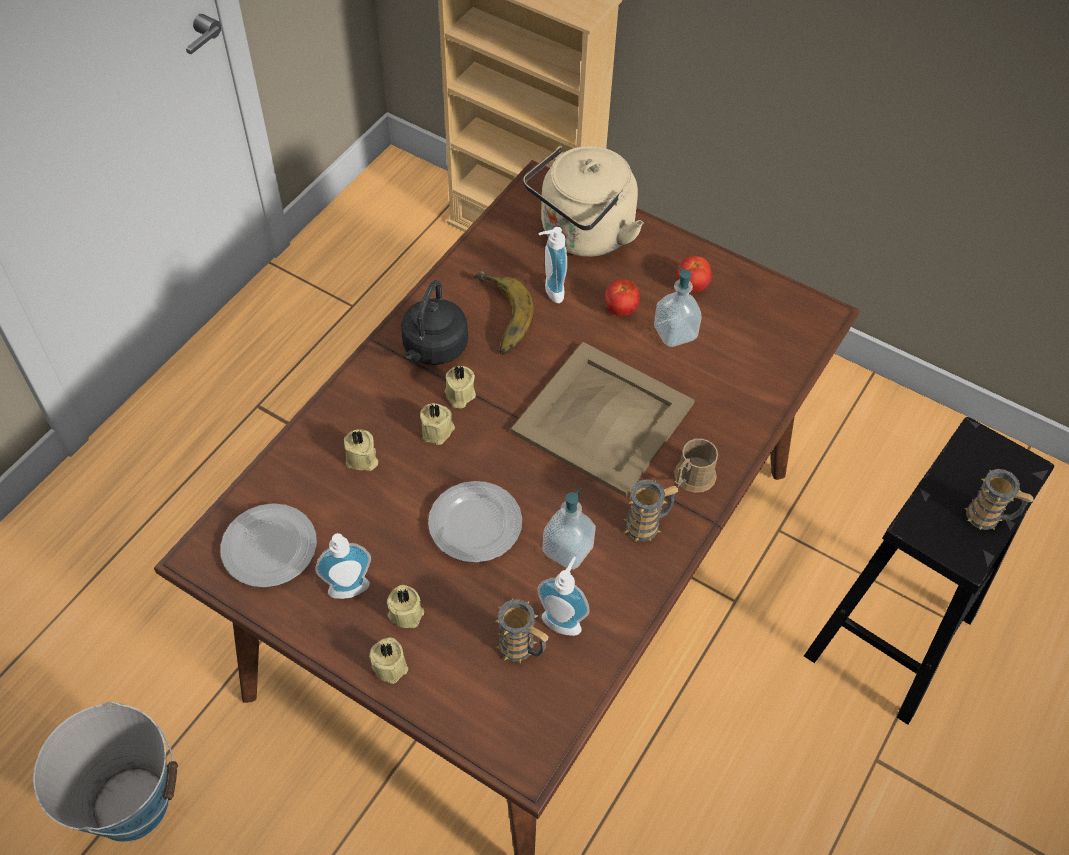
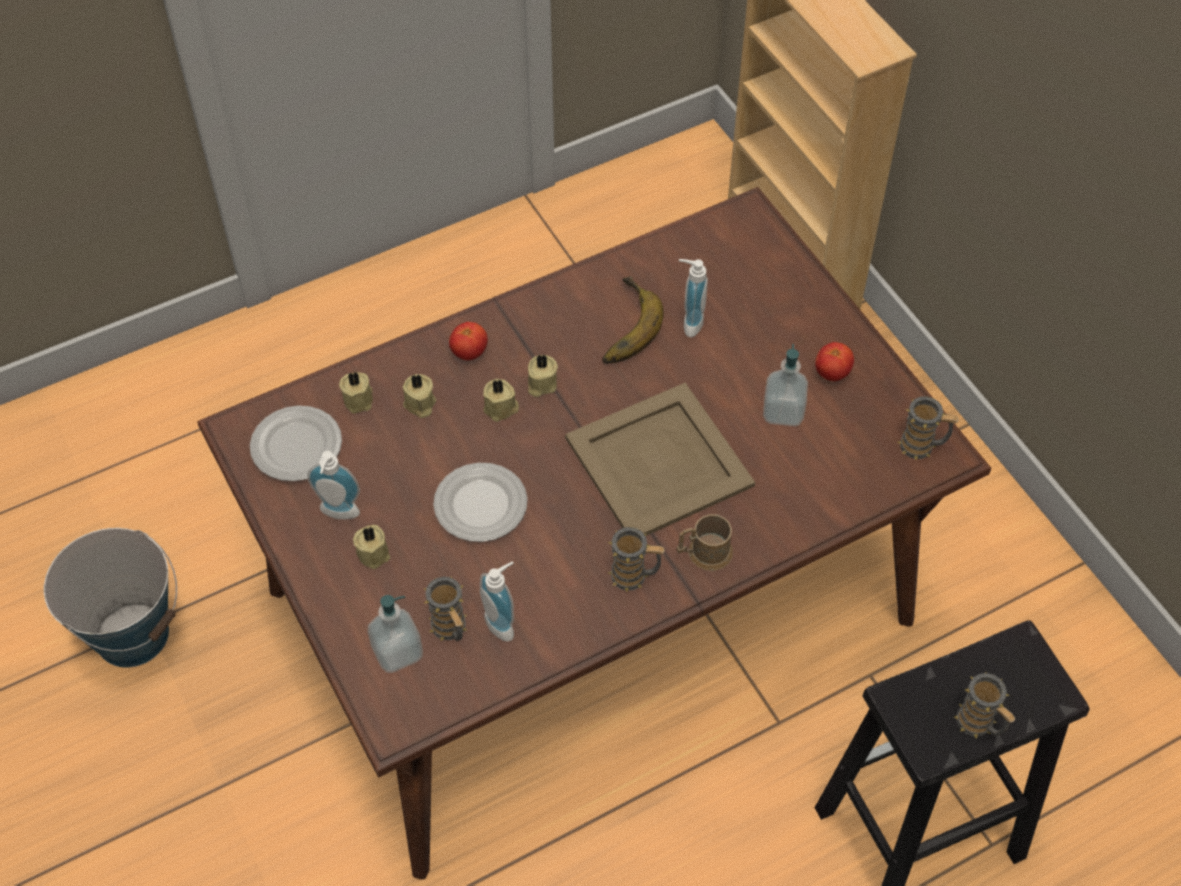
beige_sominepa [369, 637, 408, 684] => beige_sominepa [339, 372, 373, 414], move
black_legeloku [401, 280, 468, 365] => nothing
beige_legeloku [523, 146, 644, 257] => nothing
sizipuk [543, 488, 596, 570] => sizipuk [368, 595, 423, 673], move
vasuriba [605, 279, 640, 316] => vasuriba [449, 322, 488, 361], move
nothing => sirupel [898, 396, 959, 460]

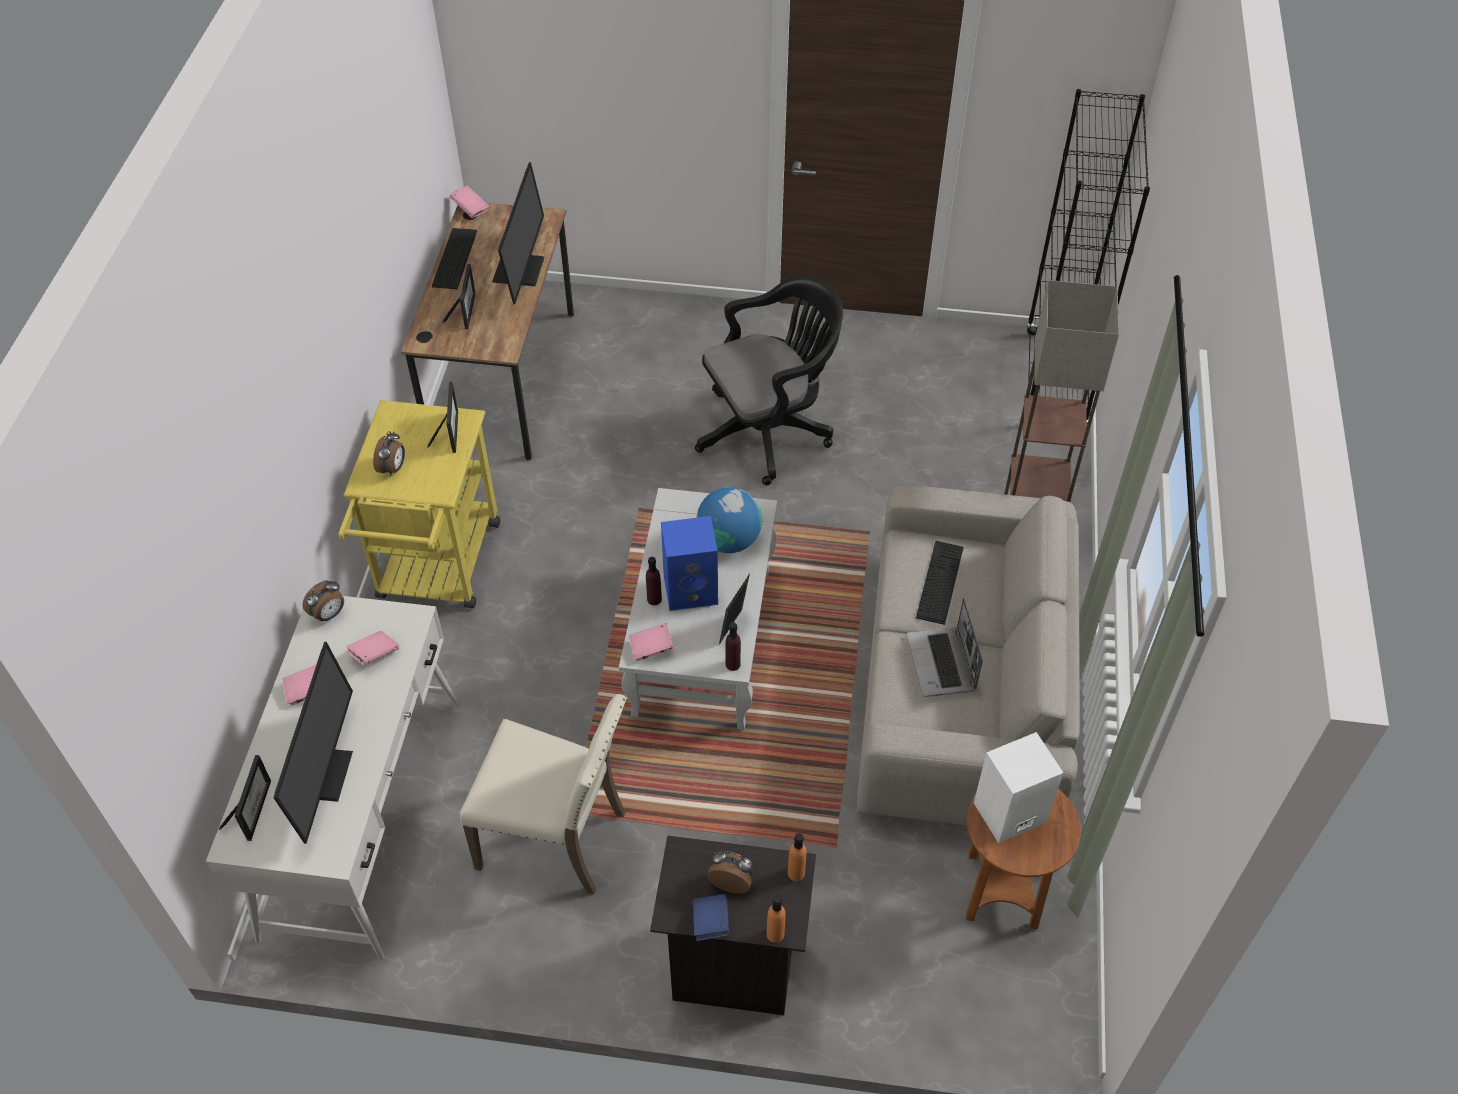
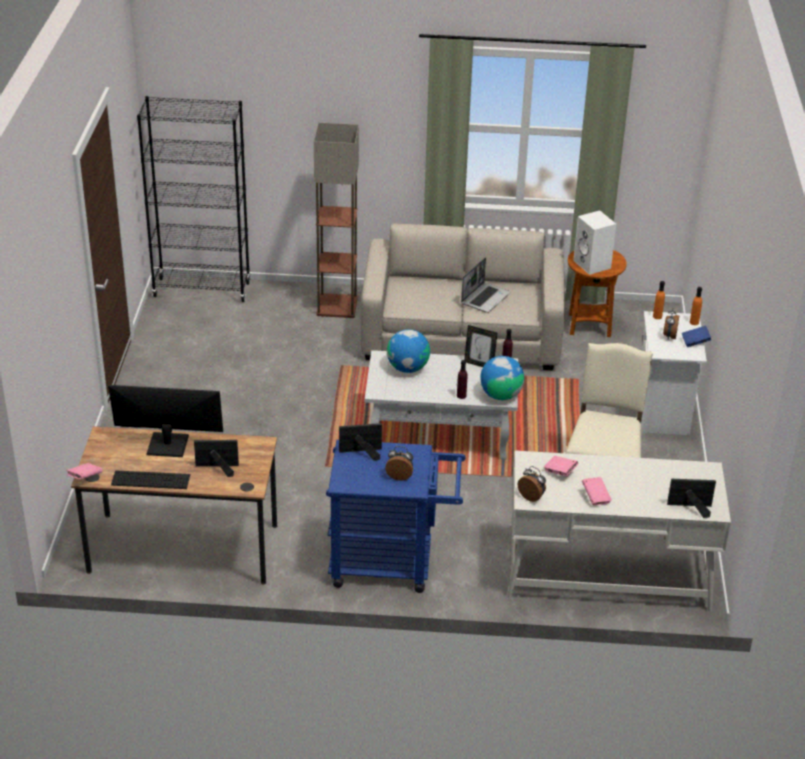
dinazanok [274, 642, 353, 844] => nothing
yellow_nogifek [339, 400, 500, 609] => blue_nogifek [326, 440, 465, 593]
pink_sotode [629, 623, 673, 661] => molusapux [480, 356, 524, 400]
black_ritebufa [650, 836, 816, 1015] => white_ritebufa [641, 311, 707, 436]
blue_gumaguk [661, 516, 718, 611] => nothing
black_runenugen [695, 276, 843, 486] => nothing
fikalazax [907, 598, 983, 697] => fikalazax [461, 257, 510, 313], 45 degrees counterclockwise
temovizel [916, 541, 964, 625] => nothing

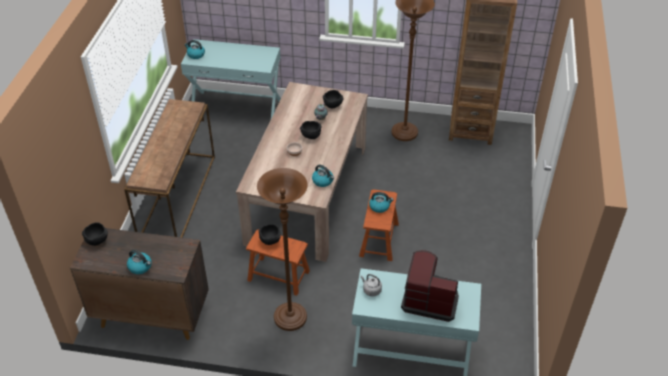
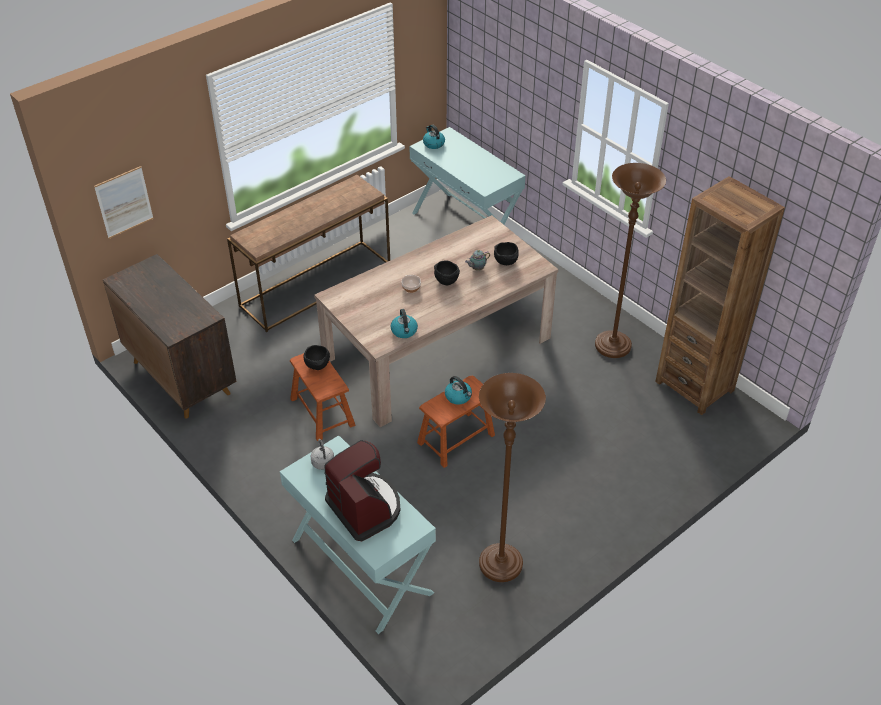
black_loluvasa [82, 222, 108, 246] => nothing
legeloku [127, 250, 152, 274] => nothing
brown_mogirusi [257, 168, 308, 331] => brown_mogirusi [479, 373, 546, 582], move
nothing => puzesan [94, 166, 154, 239]

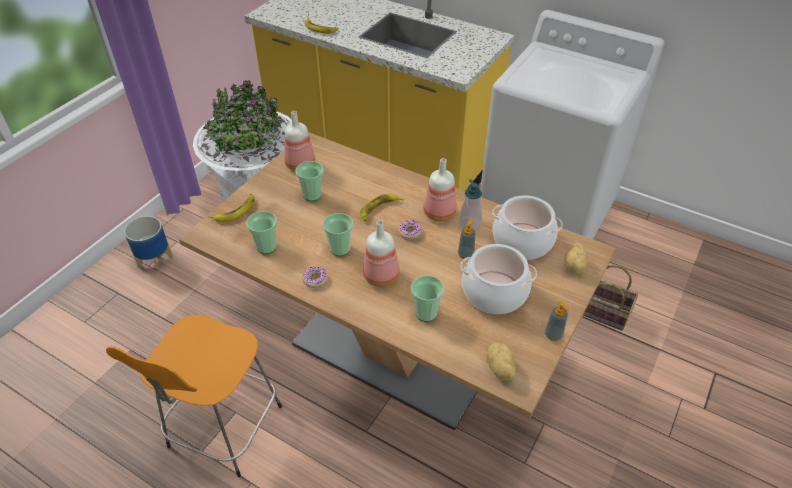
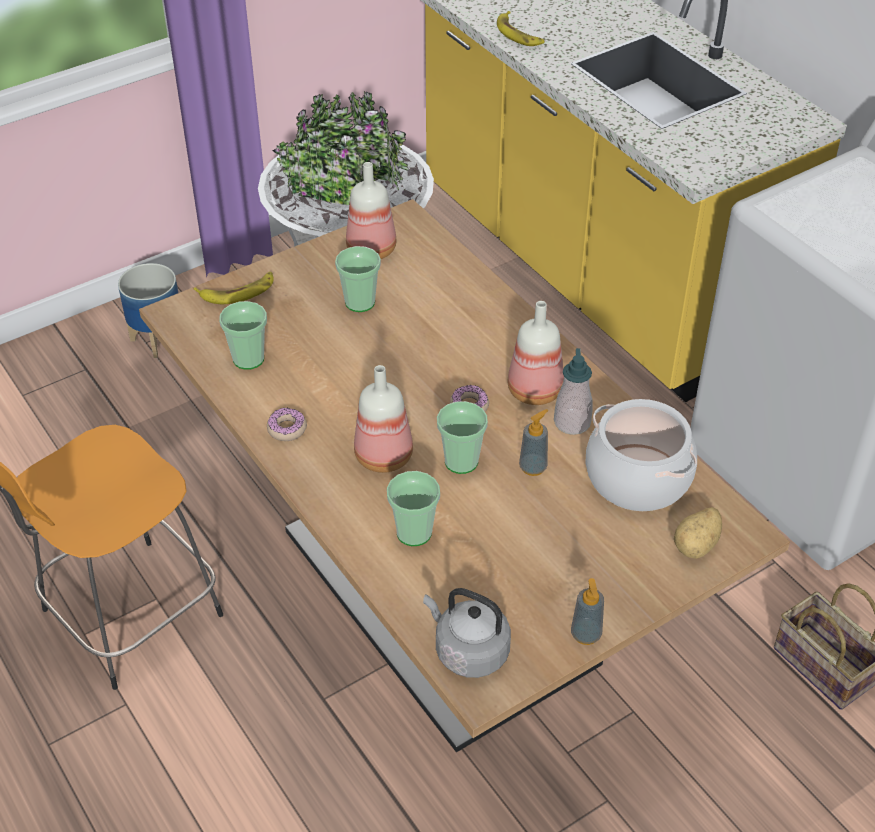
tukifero [323, 213, 353, 256] => tukifero [437, 401, 488, 474], move
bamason [360, 194, 404, 222] => nothing
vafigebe [460, 244, 537, 314] => nothing
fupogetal [486, 342, 515, 380] => grey_legeloku [423, 588, 511, 678]

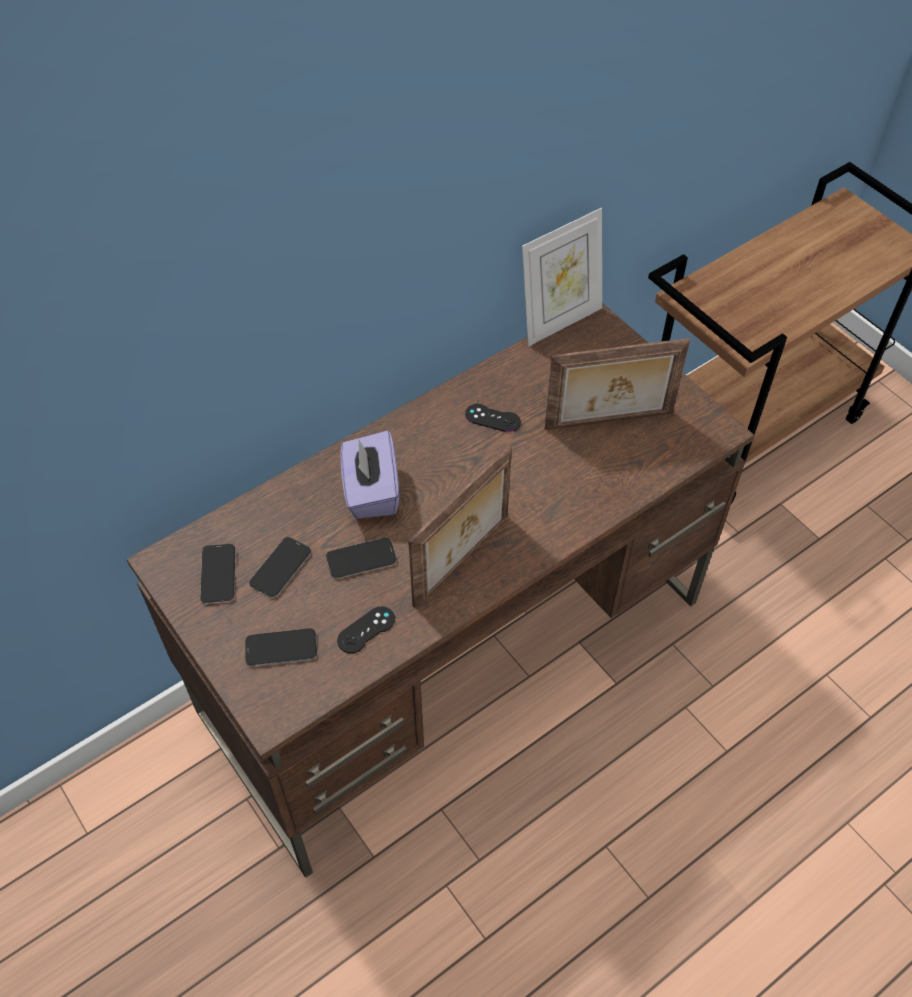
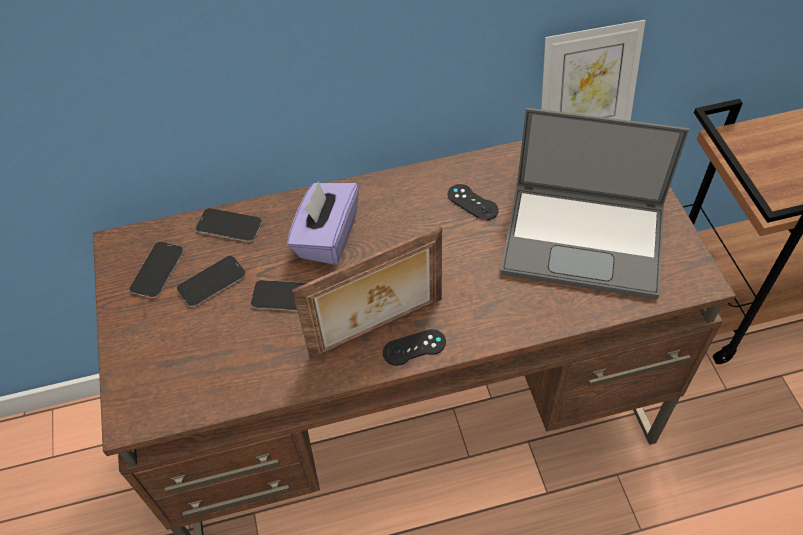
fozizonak [245, 628, 317, 667] => fozizonak [196, 208, 262, 242], move
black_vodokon [337, 606, 395, 653] => black_vodokon [383, 329, 446, 366], move
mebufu [544, 338, 690, 430] => fikalazax [500, 108, 689, 299]

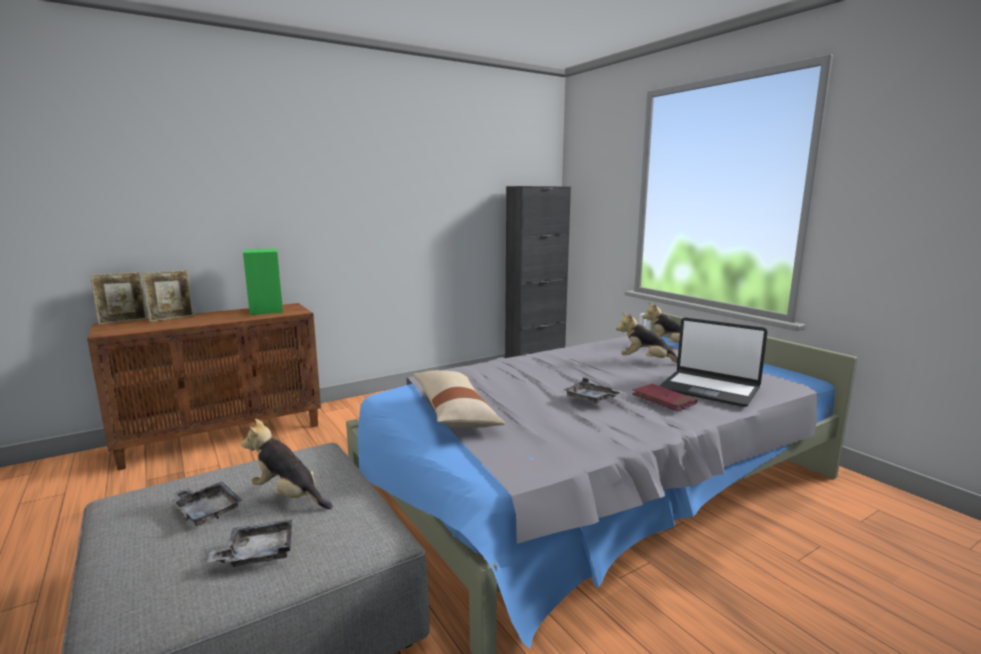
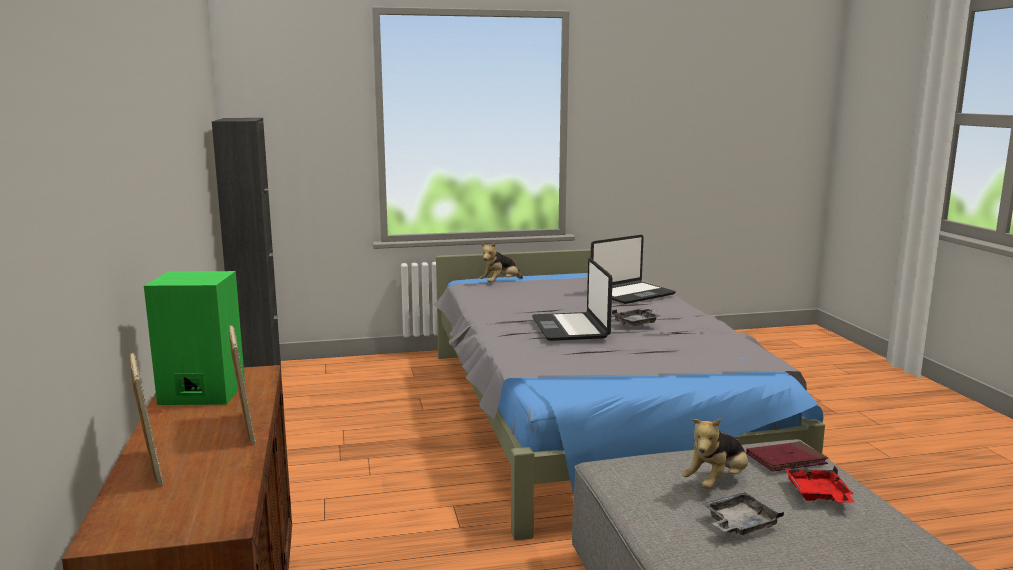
mebufu [90, 272, 147, 325] => mebufu [229, 325, 256, 445], move
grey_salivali [207, 520, 292, 567] => red_salivali [784, 466, 854, 503]
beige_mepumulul [413, 370, 505, 428] => nothing
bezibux [616, 312, 678, 363] => nothing
red_sotode [632, 384, 697, 411] => red_sotode [746, 441, 828, 472], move
nothing => fikalazax [532, 258, 613, 341]

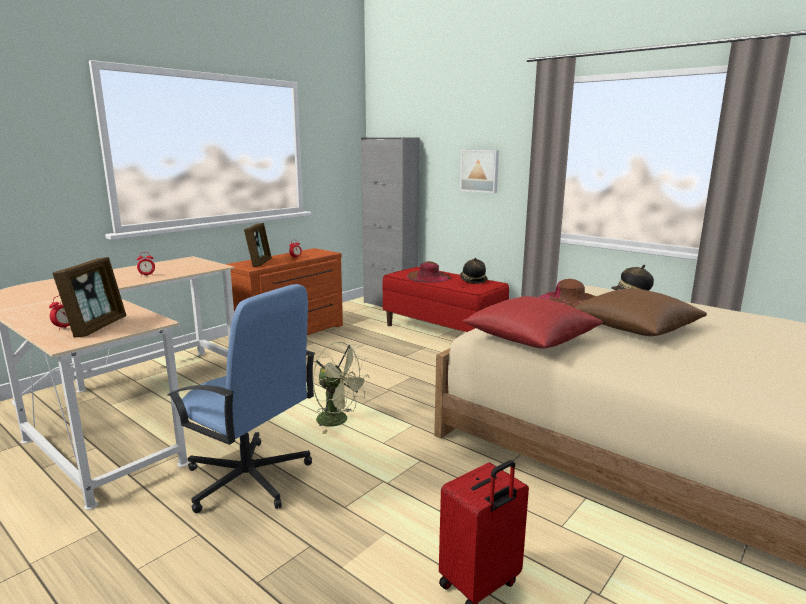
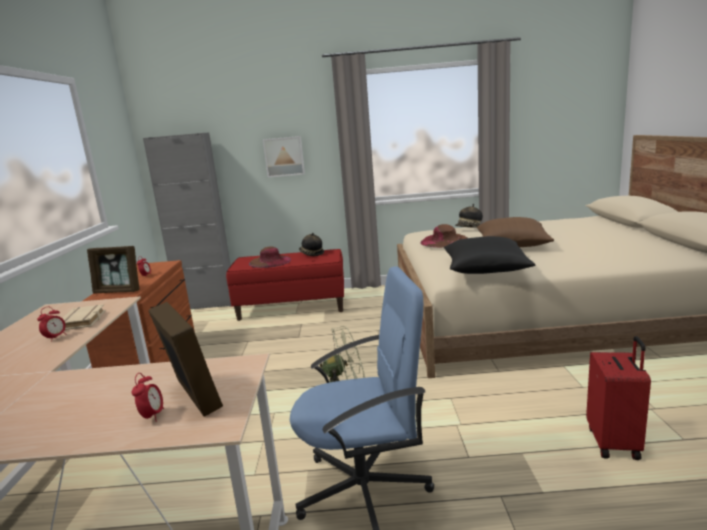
mebufu [244, 223, 272, 267] => mebufu [87, 246, 140, 294], 135 degrees clockwise
red_mepumulul [462, 296, 603, 348] => black_mepumulul [444, 236, 535, 274]
nothing => beige_sotode [62, 304, 106, 330]

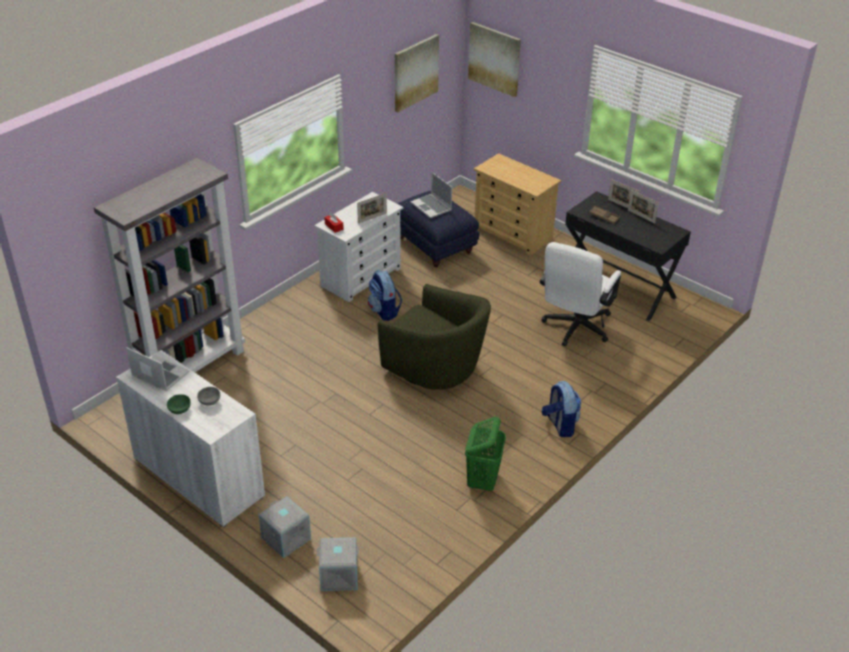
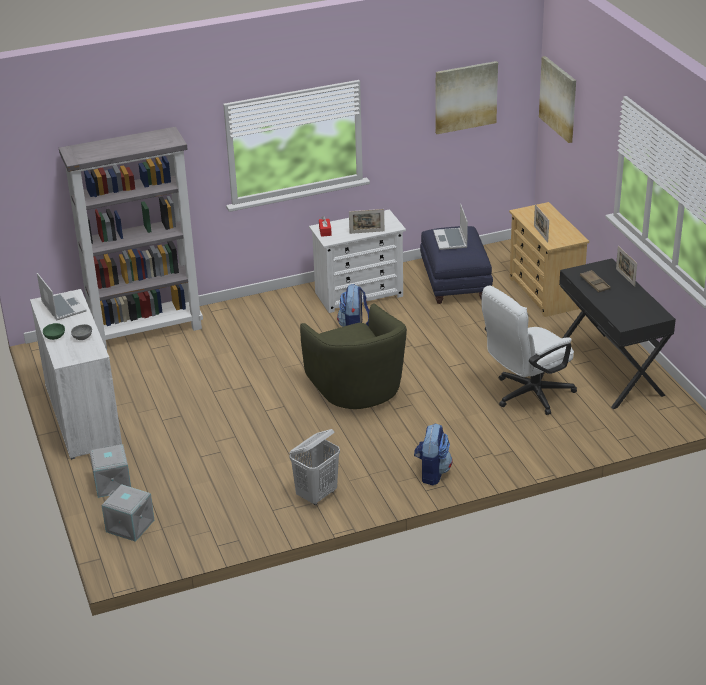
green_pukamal [465, 417, 506, 491] => white_pukamal [289, 429, 340, 505]
mebufu [628, 190, 659, 223] => mebufu [534, 204, 549, 243], move

